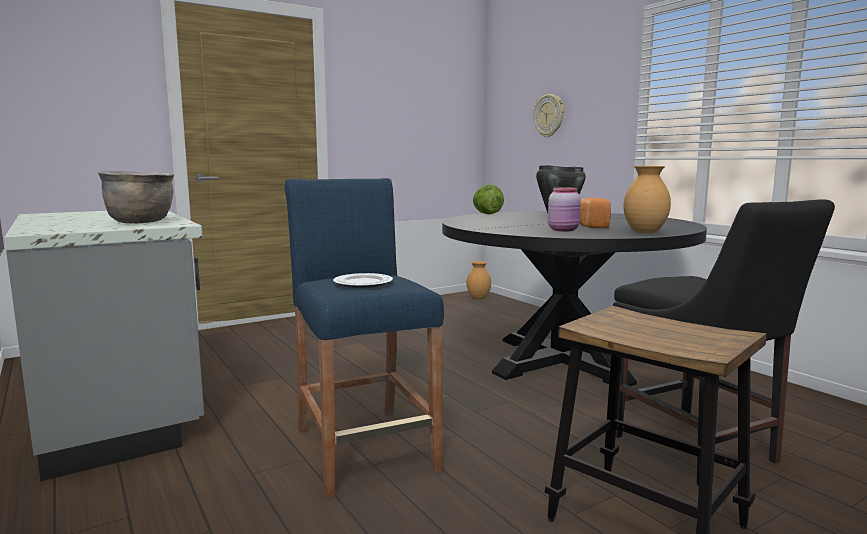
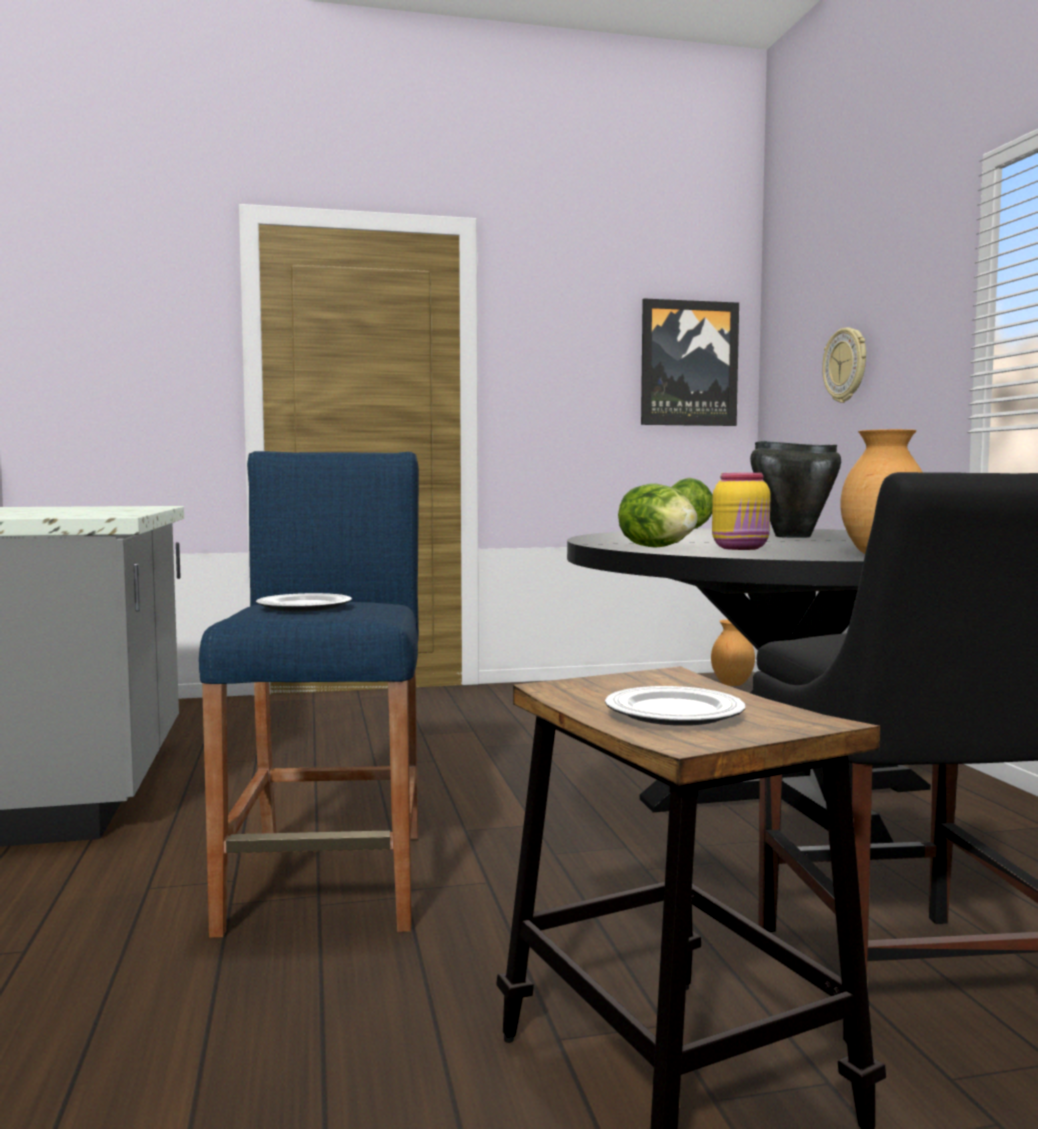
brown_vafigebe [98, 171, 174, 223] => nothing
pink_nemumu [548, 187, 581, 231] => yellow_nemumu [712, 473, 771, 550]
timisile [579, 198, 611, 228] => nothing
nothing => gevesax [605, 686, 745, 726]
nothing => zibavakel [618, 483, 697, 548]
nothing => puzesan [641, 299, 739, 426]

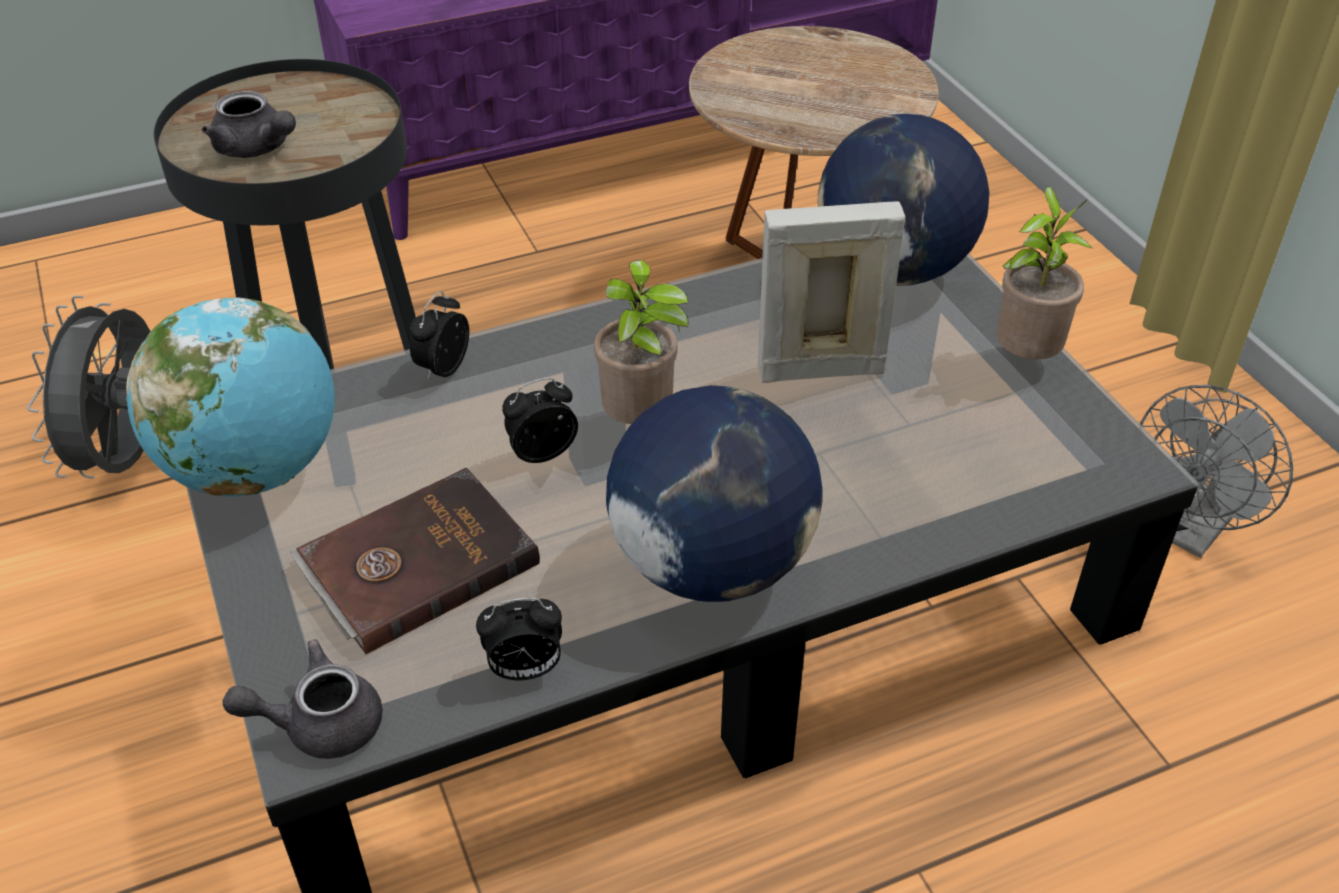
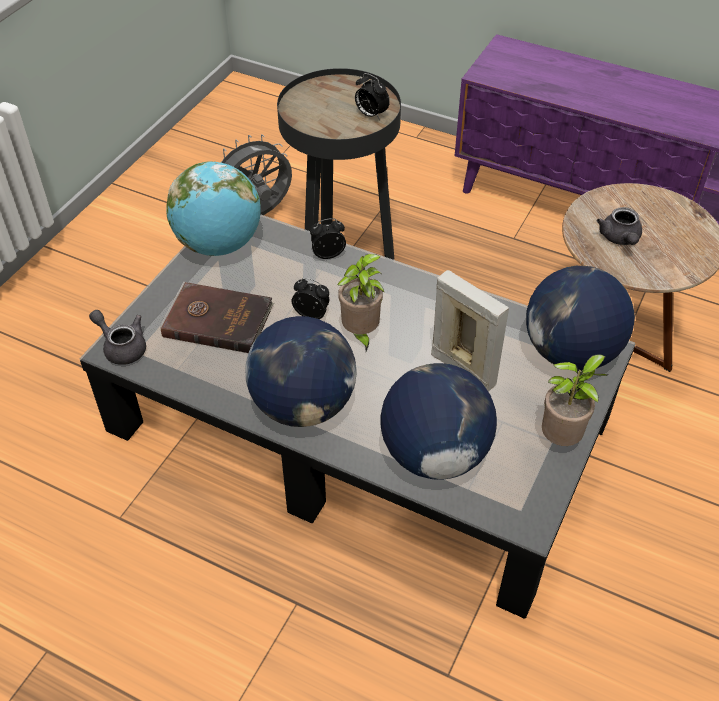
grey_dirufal [202, 91, 296, 158] => grey_dirufal [597, 207, 642, 245], move
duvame [476, 598, 562, 680] => duvame [355, 73, 390, 120], move
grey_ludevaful [1140, 385, 1293, 558] => nothing
nothing => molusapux [381, 363, 497, 480]

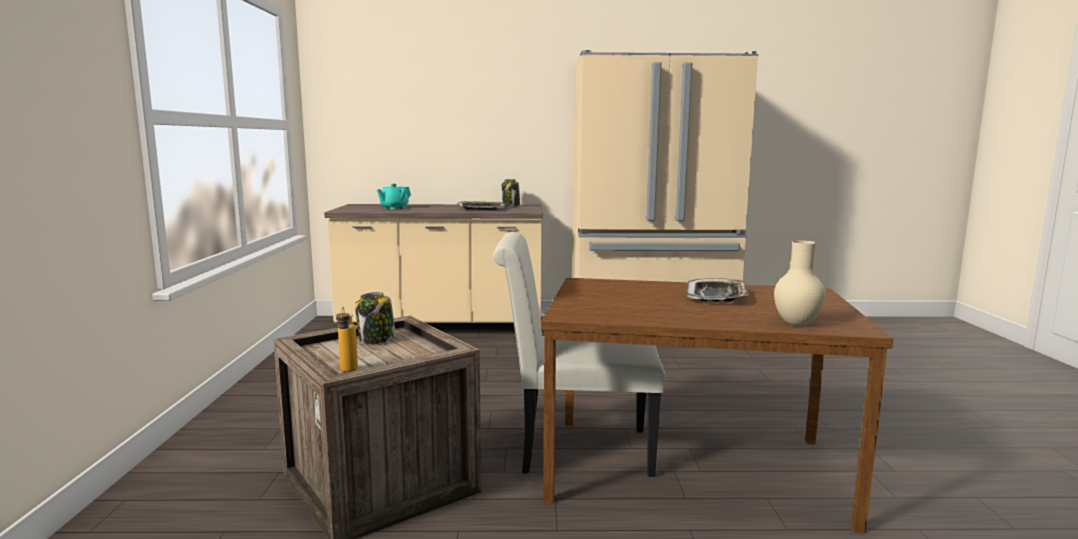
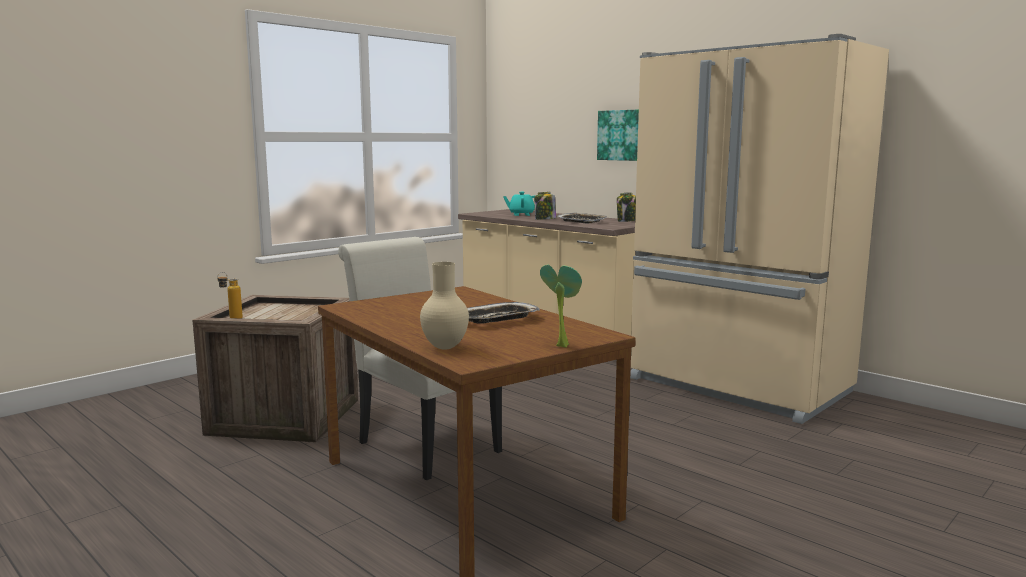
nemumu [355, 292, 396, 345] => nemumu [534, 192, 556, 220], move
nothing => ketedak [540, 265, 582, 348]
nothing => puzesan [597, 110, 639, 161]

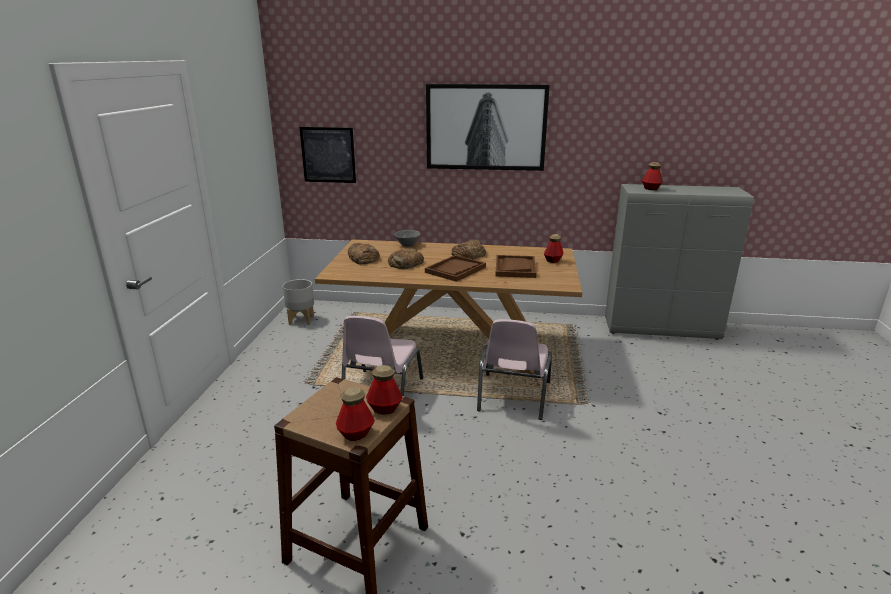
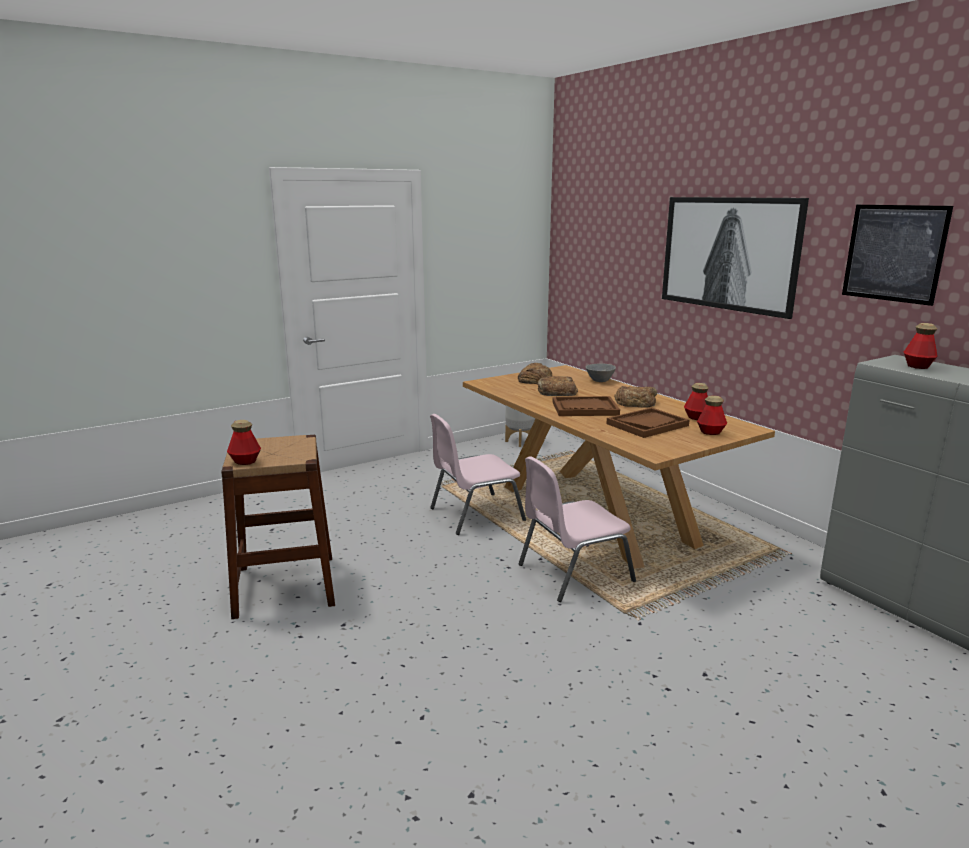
puzesan [300, 127, 356, 183] => puzesan [842, 205, 953, 306], move
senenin [366, 365, 403, 415] => senenin [684, 383, 709, 420], move

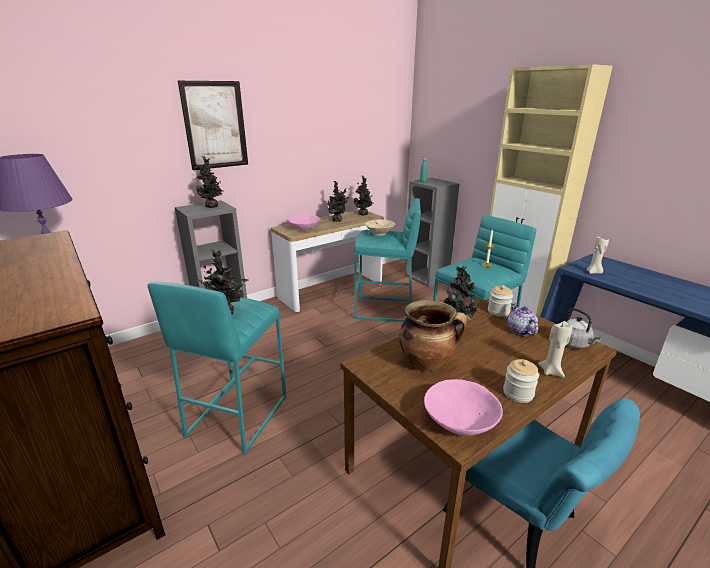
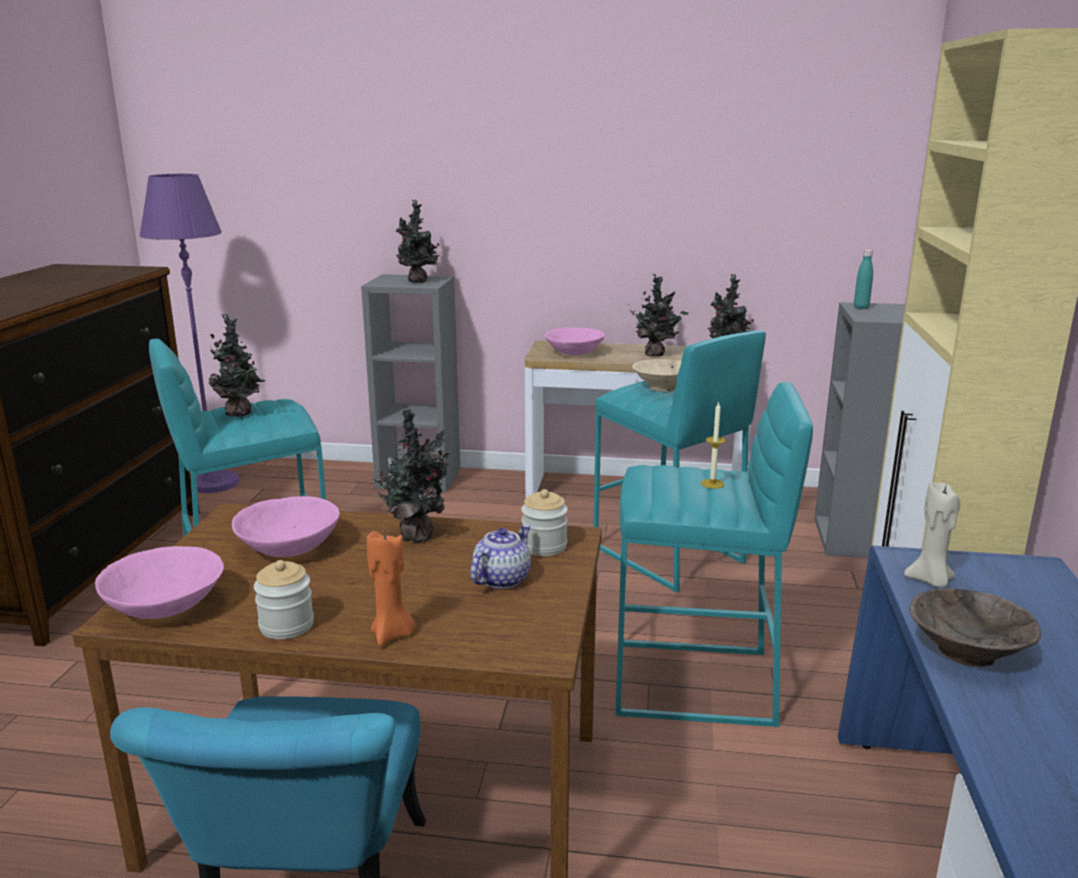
puzesan [178, 81, 248, 170] => nothing
vafigebe [399, 300, 468, 371] => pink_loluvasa [232, 496, 340, 557]
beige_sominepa [538, 321, 573, 378] => orange_sominepa [367, 531, 415, 646]
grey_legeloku [566, 308, 602, 349] => nothing
nothing => brown_loluvasa [910, 588, 1041, 667]

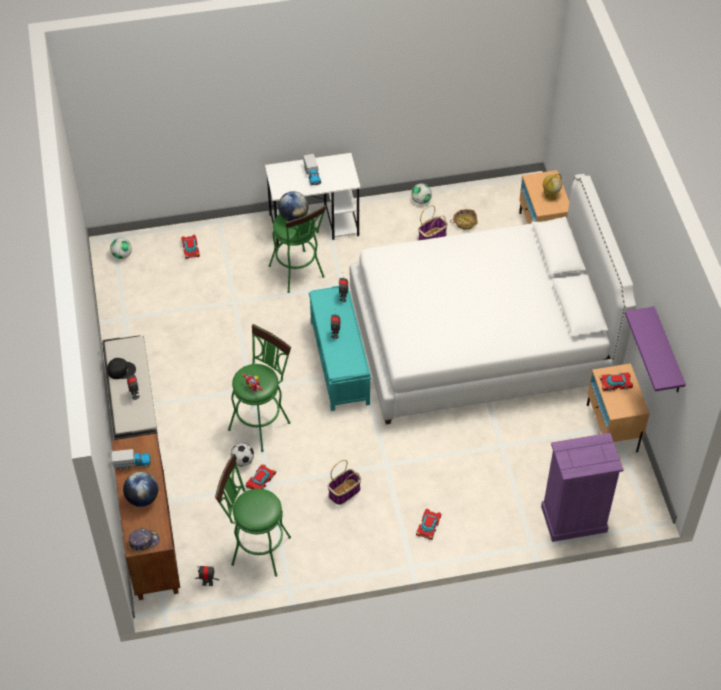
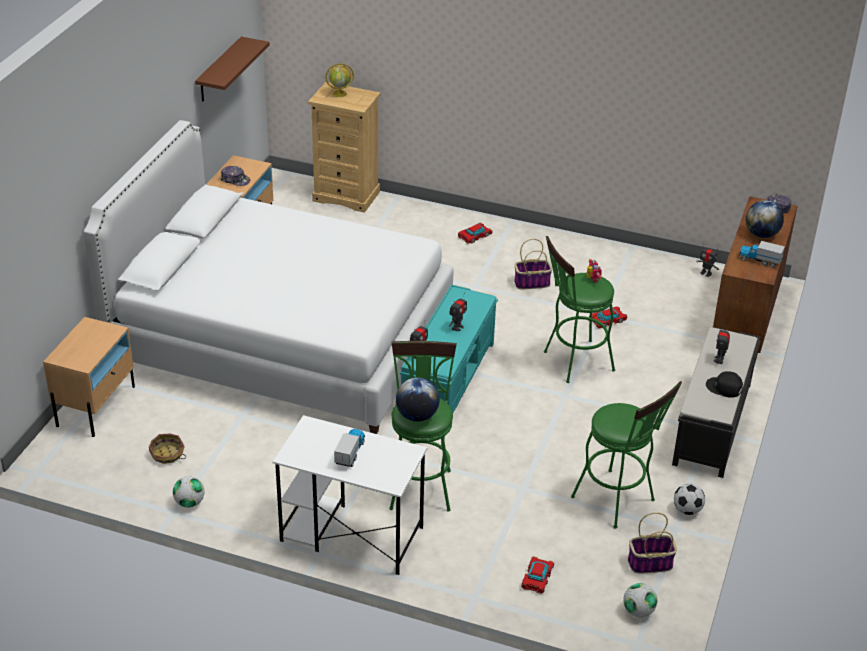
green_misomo [215, 455, 291, 577] => green_misomo [571, 381, 682, 529], move
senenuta [230, 443, 254, 467] => senenuta [674, 484, 705, 515], move
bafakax [418, 205, 448, 240] => bafakax [628, 512, 677, 574], move
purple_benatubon [541, 433, 624, 542] => beige_benatubon [308, 82, 381, 213]
molusapux [543, 174, 562, 201] => molusapux [325, 63, 354, 97], move
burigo [600, 373, 633, 391] => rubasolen [220, 166, 250, 186]
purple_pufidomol [625, 307, 686, 393] => brown_pufidomol [195, 37, 269, 102]

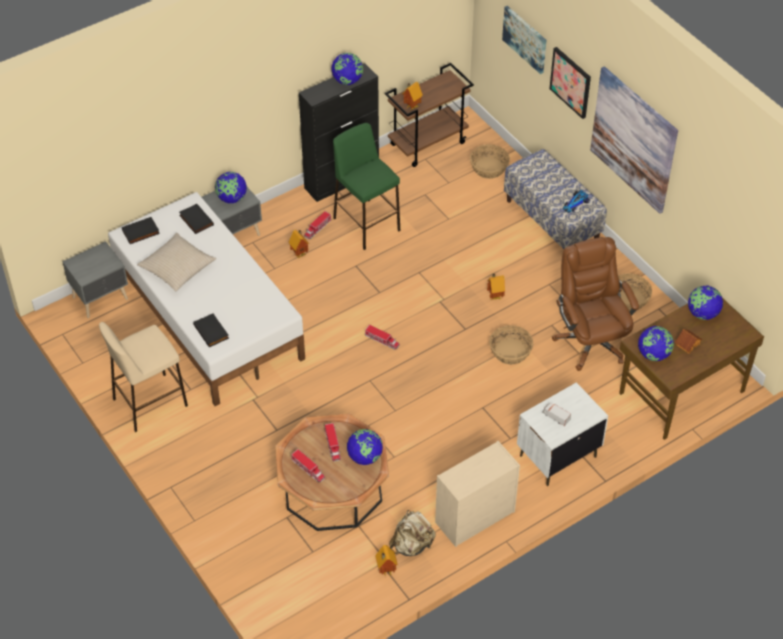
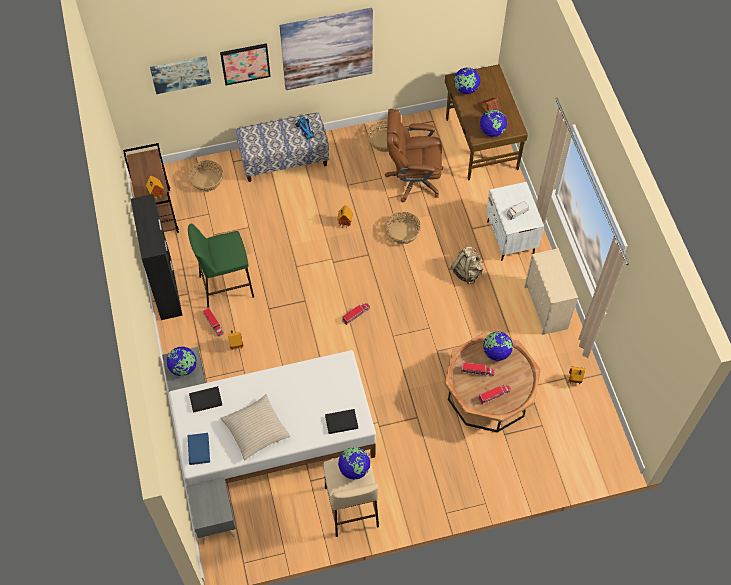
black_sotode [122, 217, 160, 244] => blue_sotode [188, 433, 210, 465]
molusapux [331, 53, 363, 85] => molusapux [338, 447, 370, 479], move
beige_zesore [389, 510, 436, 556] => beige_zesore [451, 247, 483, 284], move

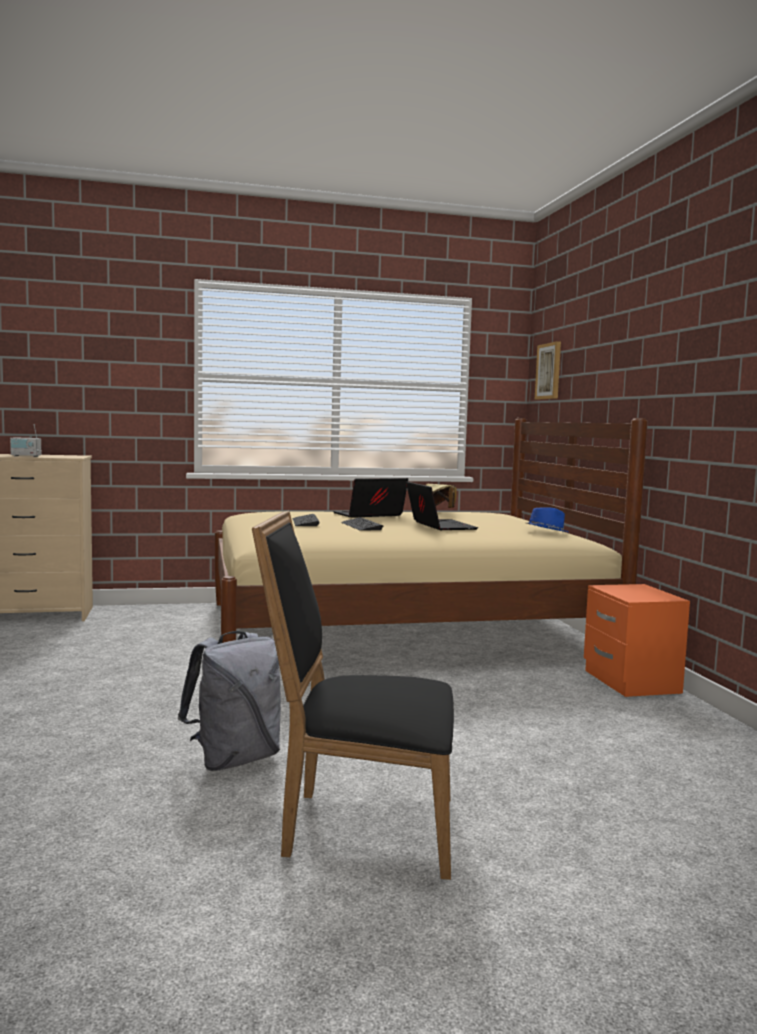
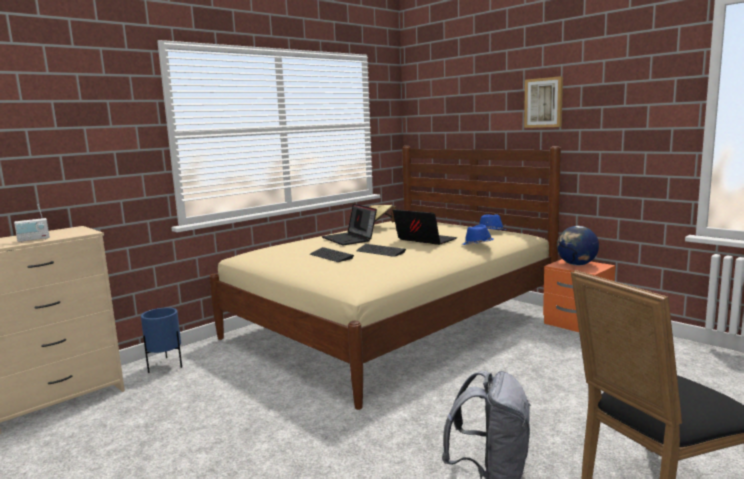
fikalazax [333, 478, 408, 518] => fikalazax [322, 204, 377, 245], 60 degrees counterclockwise
puzesan [535, 341, 561, 400] => puzesan [524, 76, 563, 128], move
nothing => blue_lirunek [141, 308, 182, 373]
nothing => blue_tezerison [462, 225, 494, 245]
nothing => molusapux [557, 226, 599, 265]

